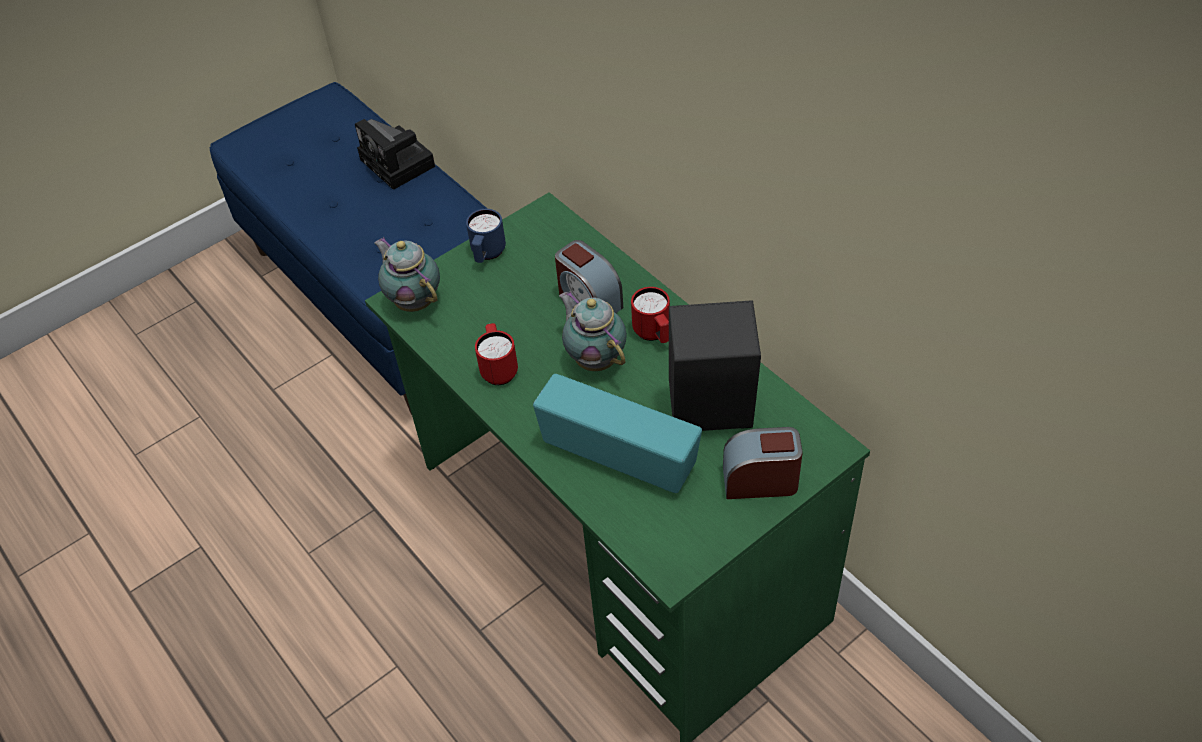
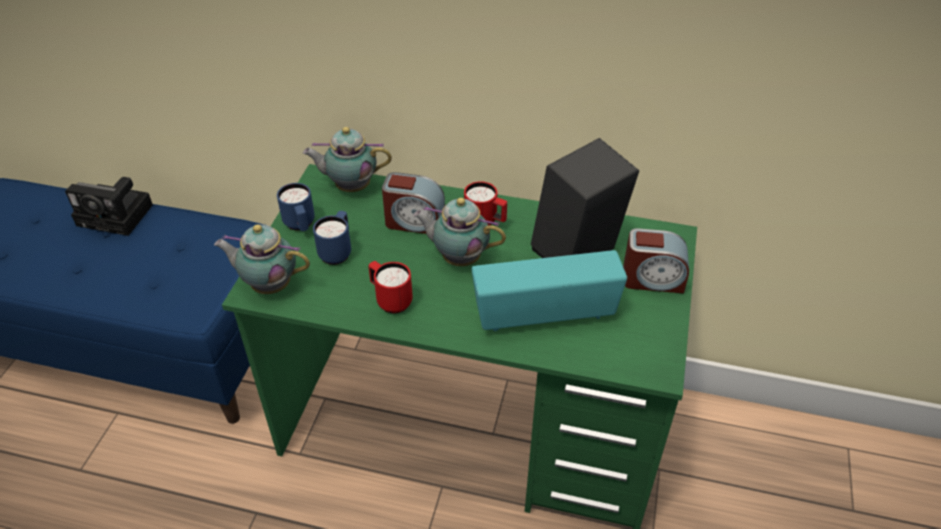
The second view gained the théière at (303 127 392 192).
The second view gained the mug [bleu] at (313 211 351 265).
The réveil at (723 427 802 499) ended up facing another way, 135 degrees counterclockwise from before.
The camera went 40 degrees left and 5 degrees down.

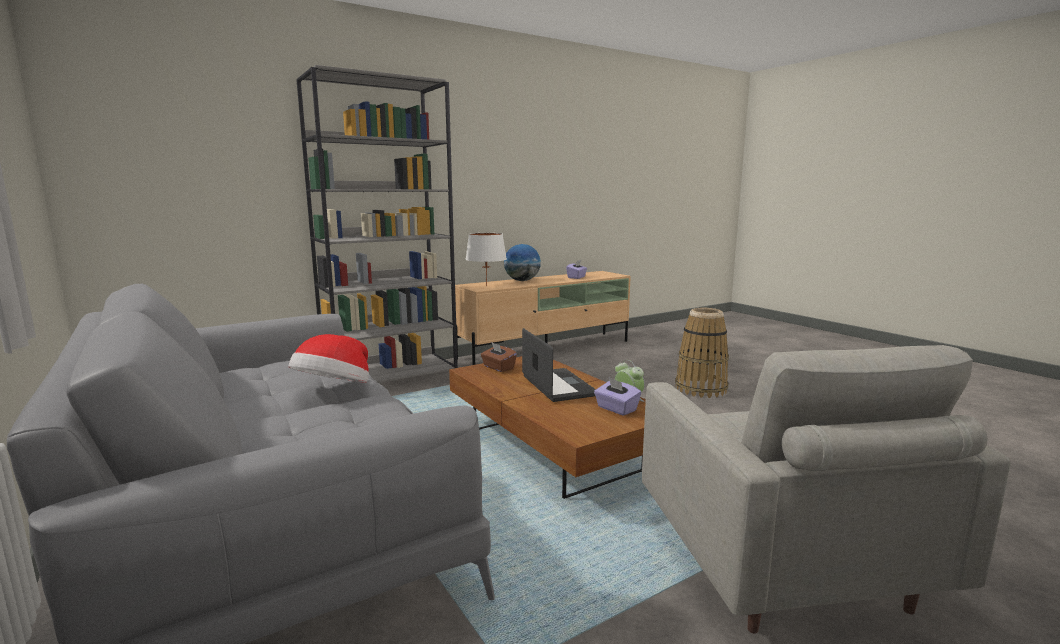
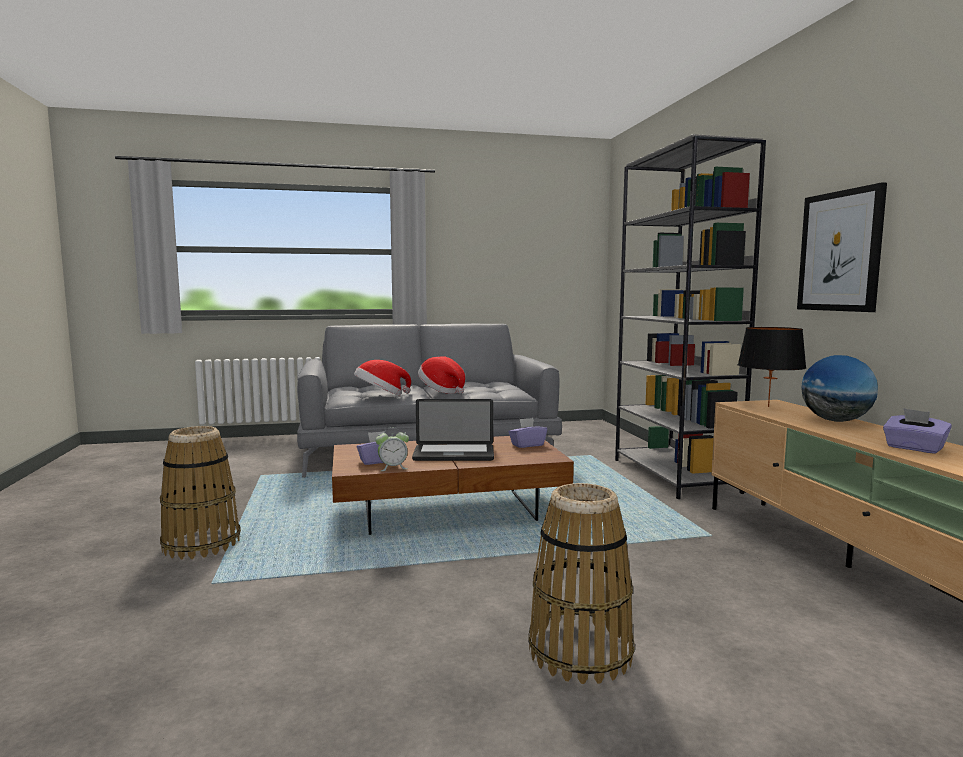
The second view gained the chapeau at (354 360 411 396).
The second view gained the tableau at (797 182 887 312).
Where the fauteuil [gris] stood at (642 345 1010 634), the panier came to stand at (160 426 241 559).
What was the lampe de table [blanc] at (465 233 507 286) turned into the lampe de table [noir] at (738 327 806 407).
What was the boîte à mouchoirs [marron] at (481 343 517 372) turned into the boîte à mouchoirs [violet] at (509 418 547 448).
The camera went 110 degrees right and 5 degrees down.

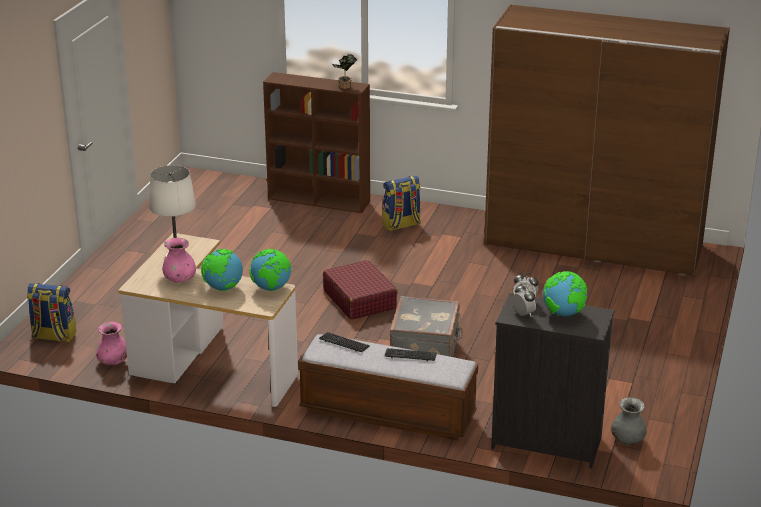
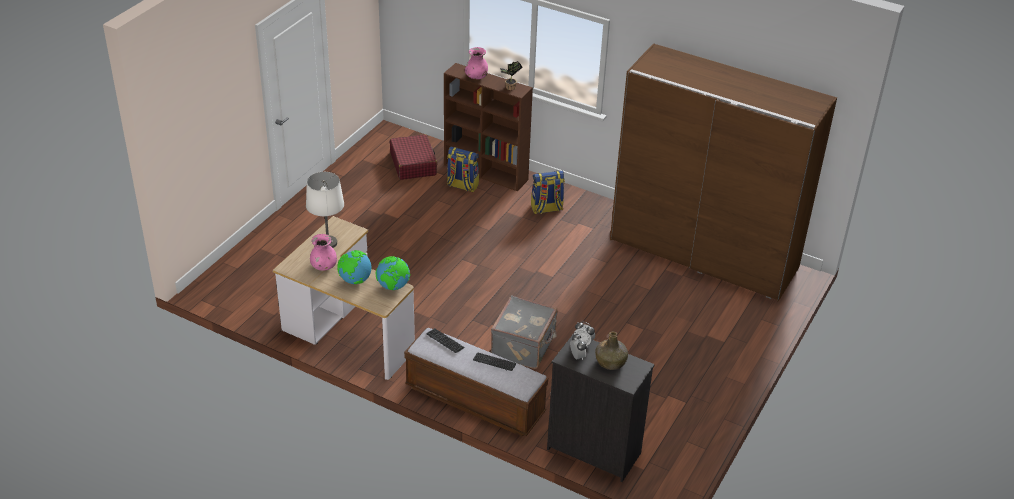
The second view lost the vase [gris] at (611 397 647 444).
The sac à dos ended up elsewhere, having gone from (27 283 76 342) to (447 147 479 192).
The vase [rose] ended up elsewhere, having gone from (96 322 127 365) to (465 47 488 79).
The valise [rouge] ended up elsewhere, having gone from (323 260 397 320) to (390 134 437 180).
Where the globe stood at (543 271 587 317), the bouteille [vert] came to stand at (595 331 628 370).
The camera went 10 degrees right and 10 degrees up.

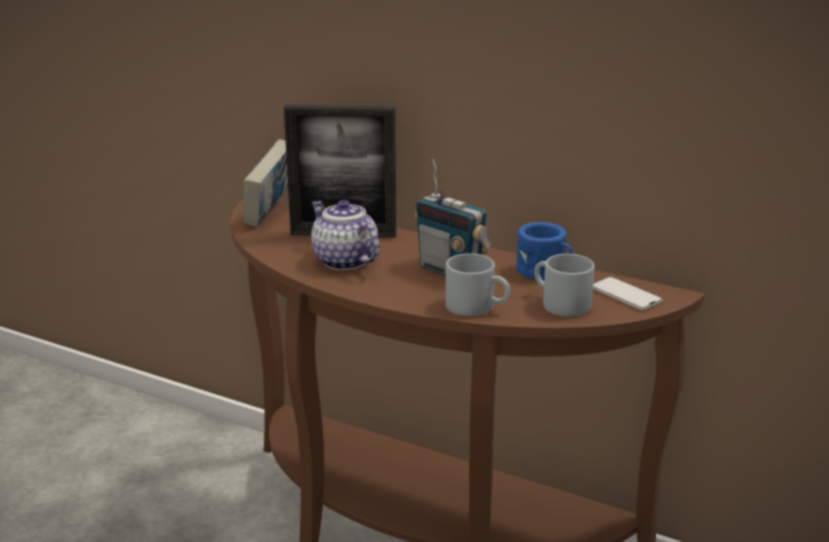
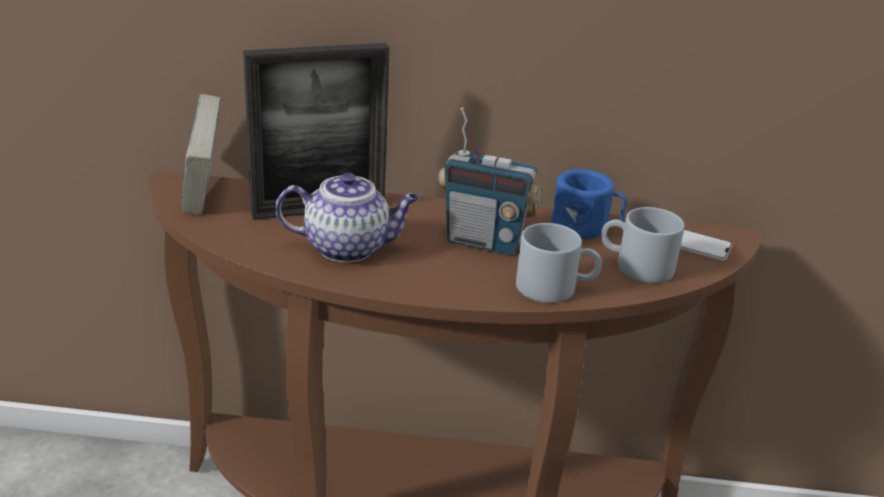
The théière at (311 200 380 270) ended up facing another way, 150 degrees clockwise from before.
The camera went 25 degrees left and 5 degrees up.

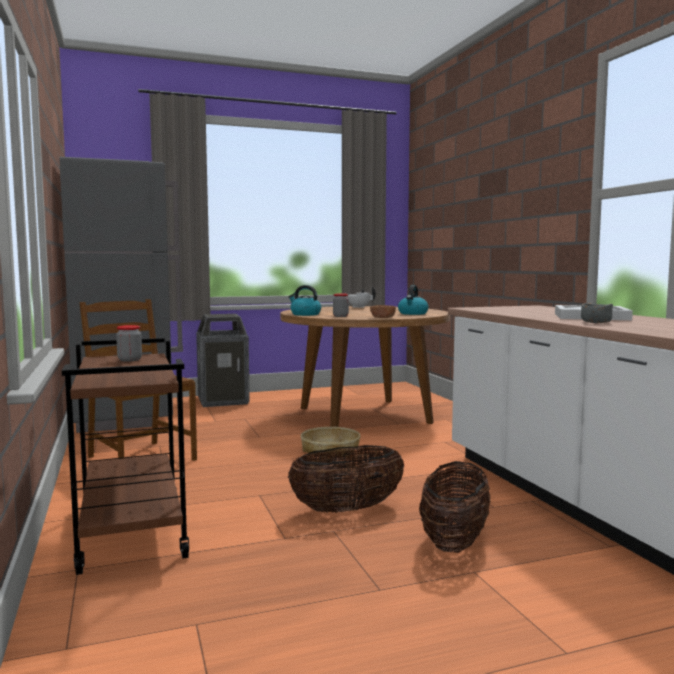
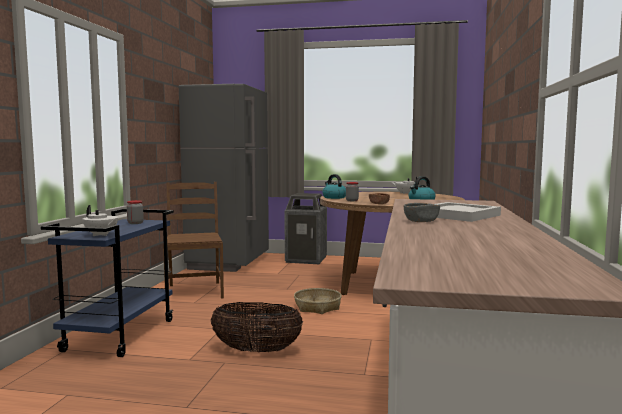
The second view lost the panier at (419 461 491 553).
The second view gained the théière [blanc] at (82 205 118 236).
What was the chariot [marron] at (62 338 189 575) turned into the chariot [bleu] at (41 209 174 357).
The camera went 30 degrees right and 0 degrees up.

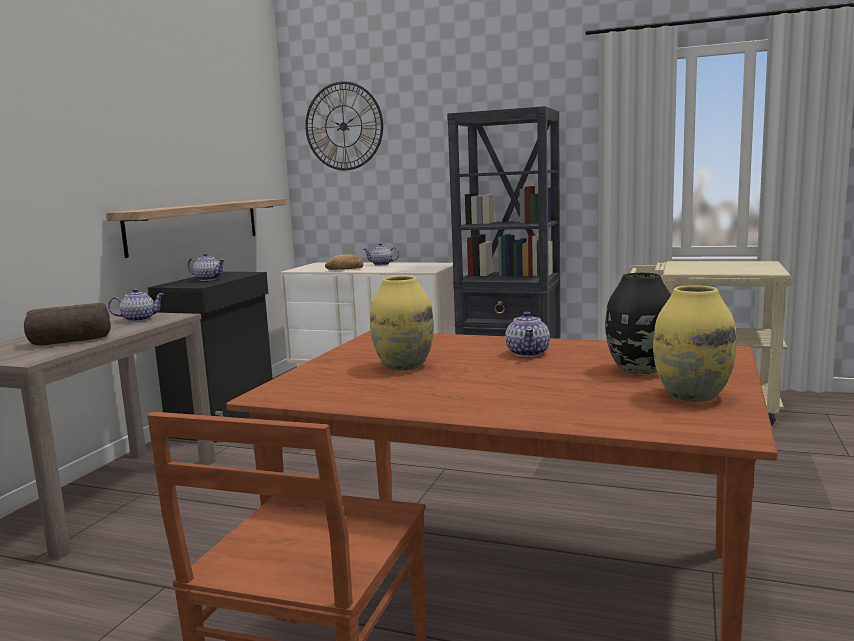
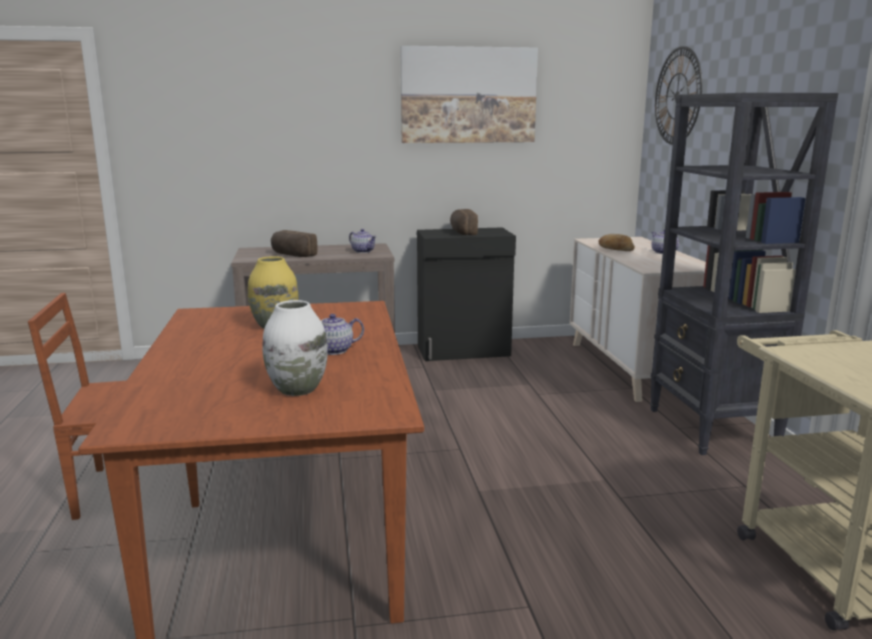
The second view lost the étagère at (106 199 286 258).
The second view lost the vase [jaune] at (653 285 736 402).
The second view gained the tableau at (400 46 538 143).
Where the théière stood at (187 253 226 281), the pain came to stand at (450 209 478 235).
What was the vase [noir] at (605 273 671 374) turned into the vase [blanc] at (262 300 328 396).
The camera went 60 degrees right and 5 degrees up.

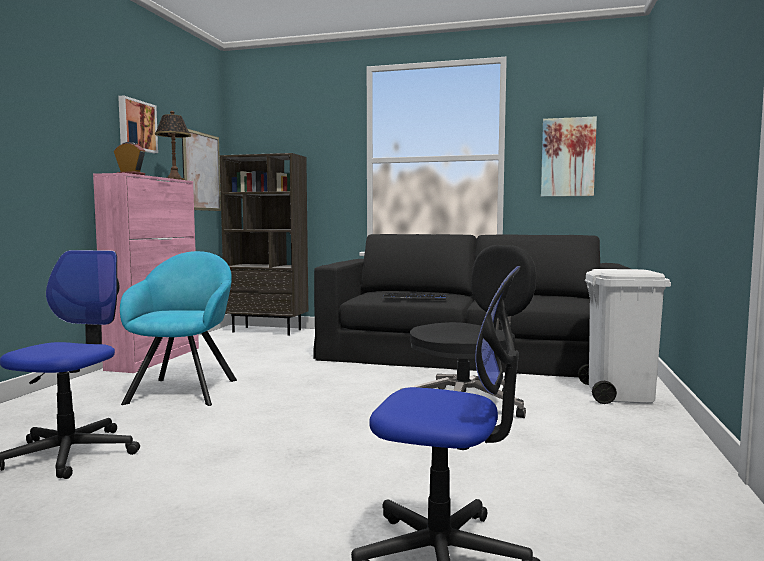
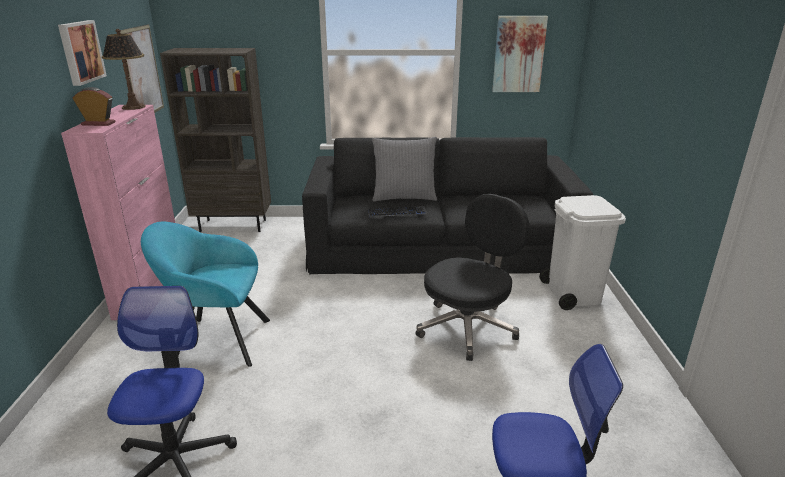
The second view gained the coussin [gris] at (372 137 437 201).
The fauteuil [turquoise] at (120 251 237 406) ended up facing another way, 75 degrees counterclockwise from before.
The camera went 15 degrees left and 20 degrees up.

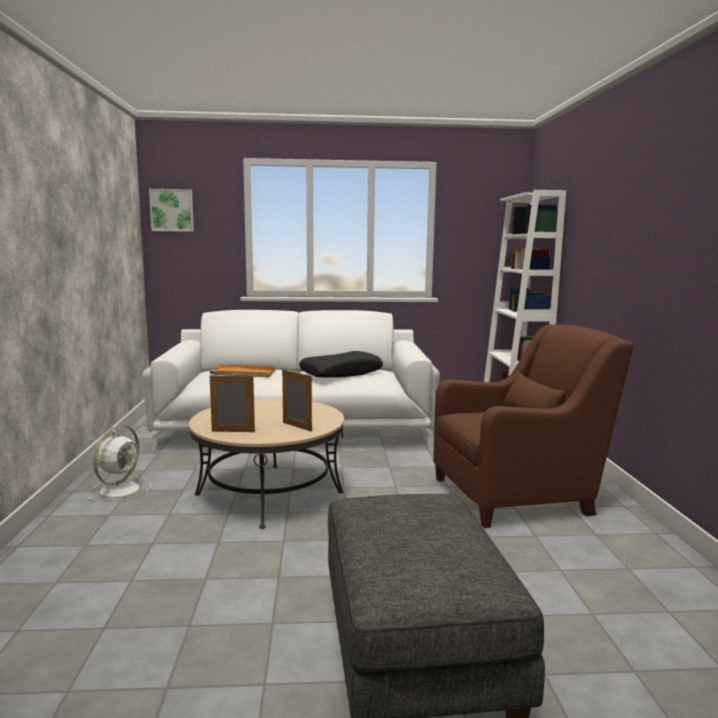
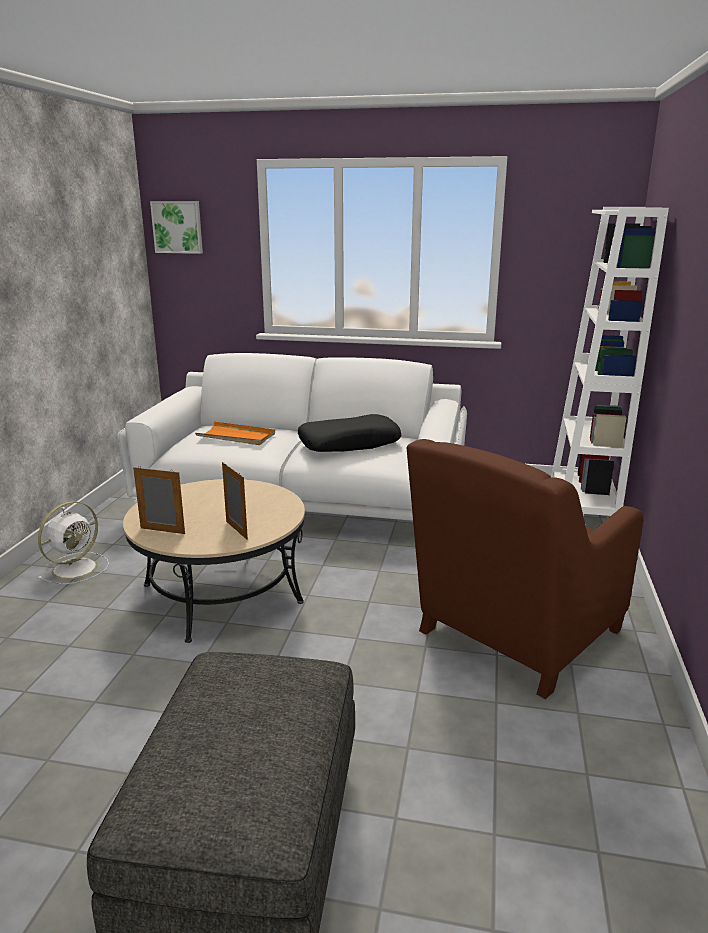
The fauteuil [marron] at (433 324 634 528) ended up facing another way, 135 degrees clockwise from before.
The camera went 15 degrees right and 10 degrees up.

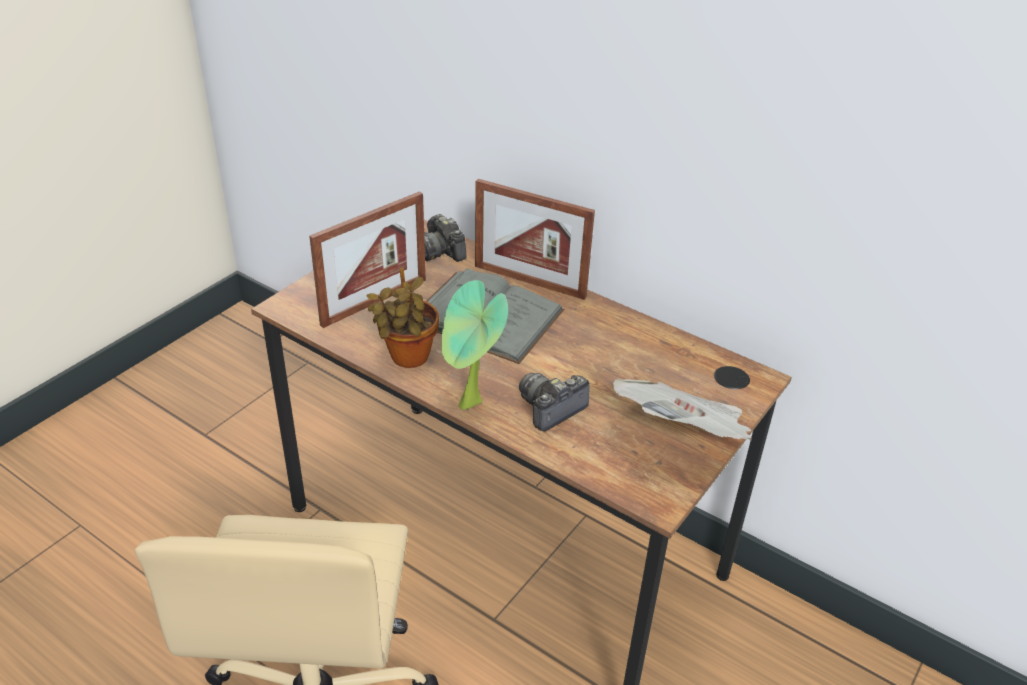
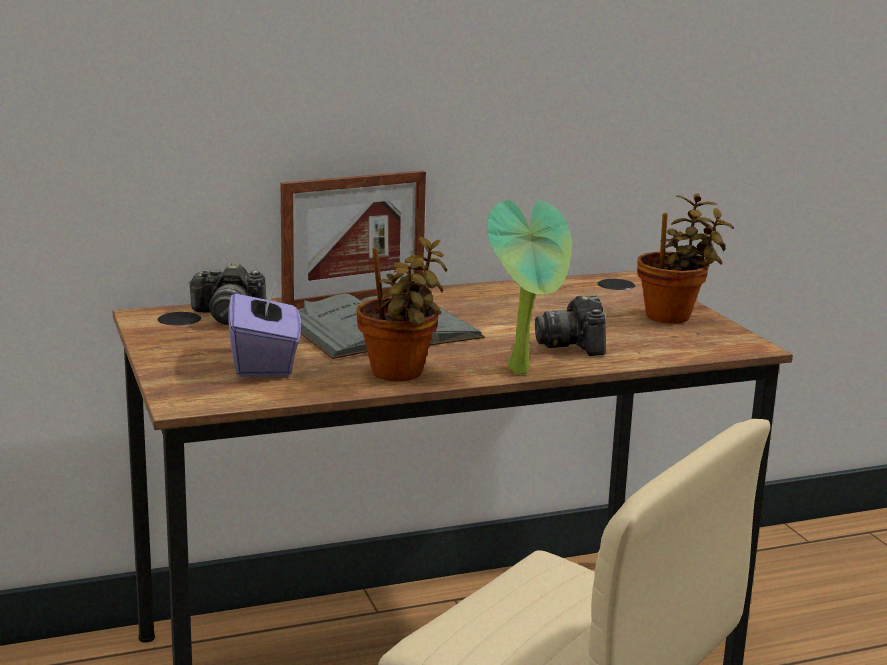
Where the cadre photo stood at (309 191 426 328), the boîte à mouchoirs [violet] came to stand at (229 278 301 377).
Where the journal stood at (613 379 753 441), the plante en pot came to stand at (637 193 734 324).
The camera went 55 degrees left and 20 degrees down.

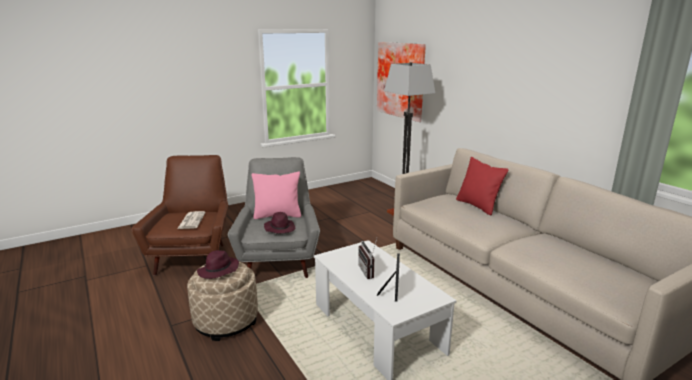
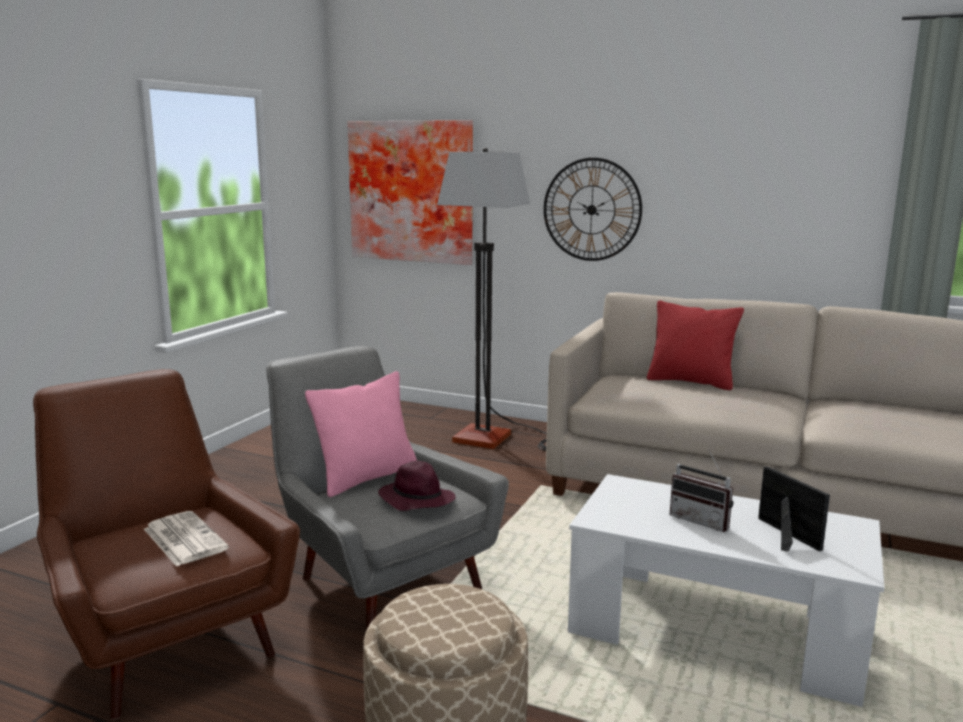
The second view lost the chapeau [violet] at (197 250 239 279).
The second view gained the horloge murale at (544 158 642 261).
The camera went 35 degrees left and 5 degrees down.

